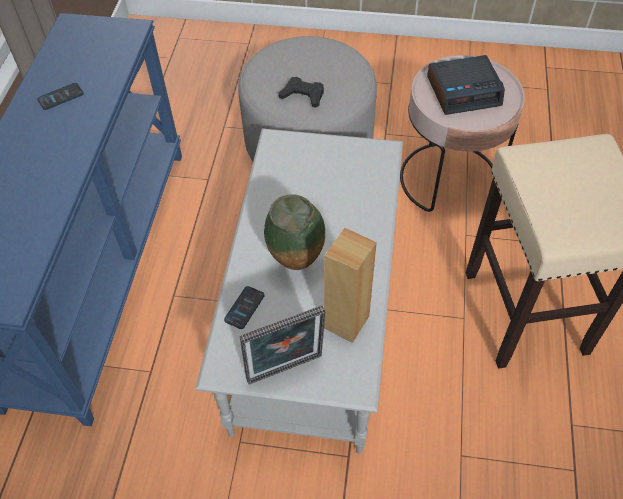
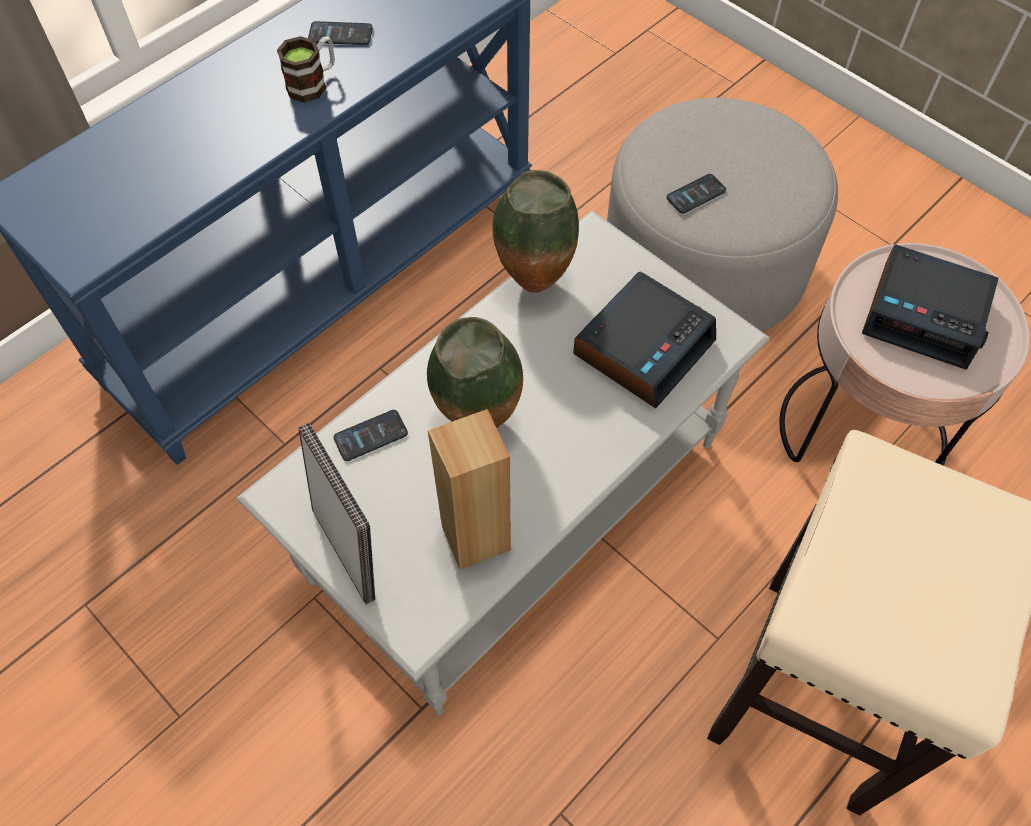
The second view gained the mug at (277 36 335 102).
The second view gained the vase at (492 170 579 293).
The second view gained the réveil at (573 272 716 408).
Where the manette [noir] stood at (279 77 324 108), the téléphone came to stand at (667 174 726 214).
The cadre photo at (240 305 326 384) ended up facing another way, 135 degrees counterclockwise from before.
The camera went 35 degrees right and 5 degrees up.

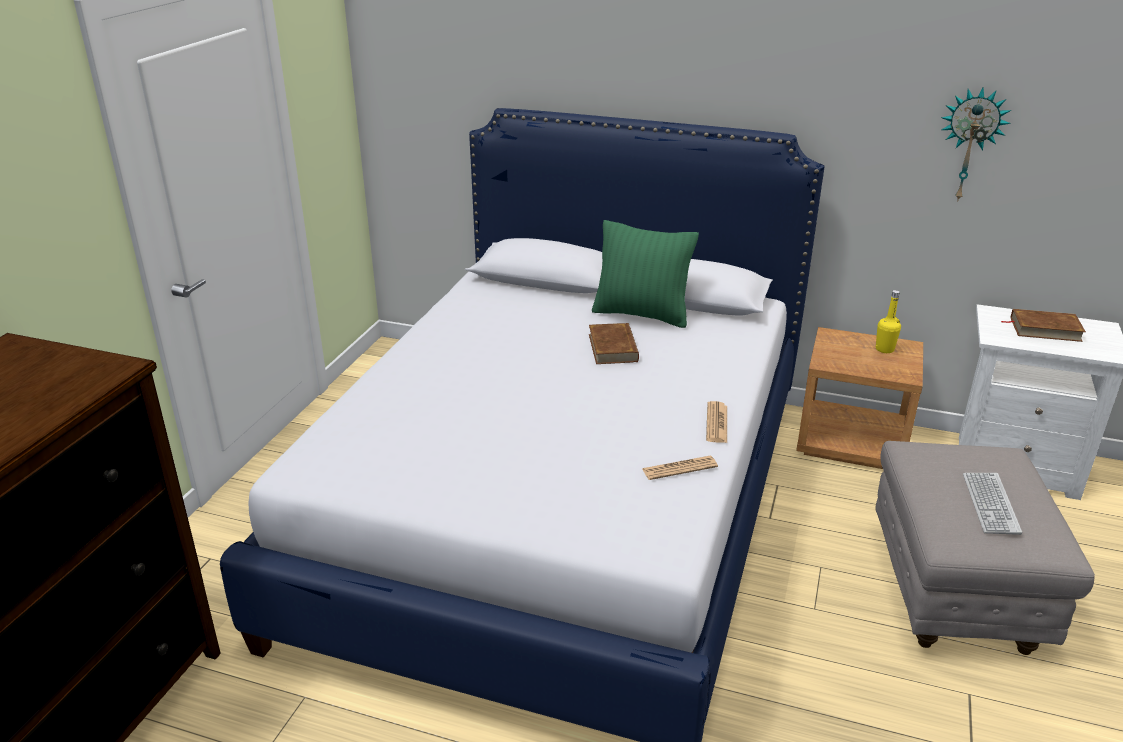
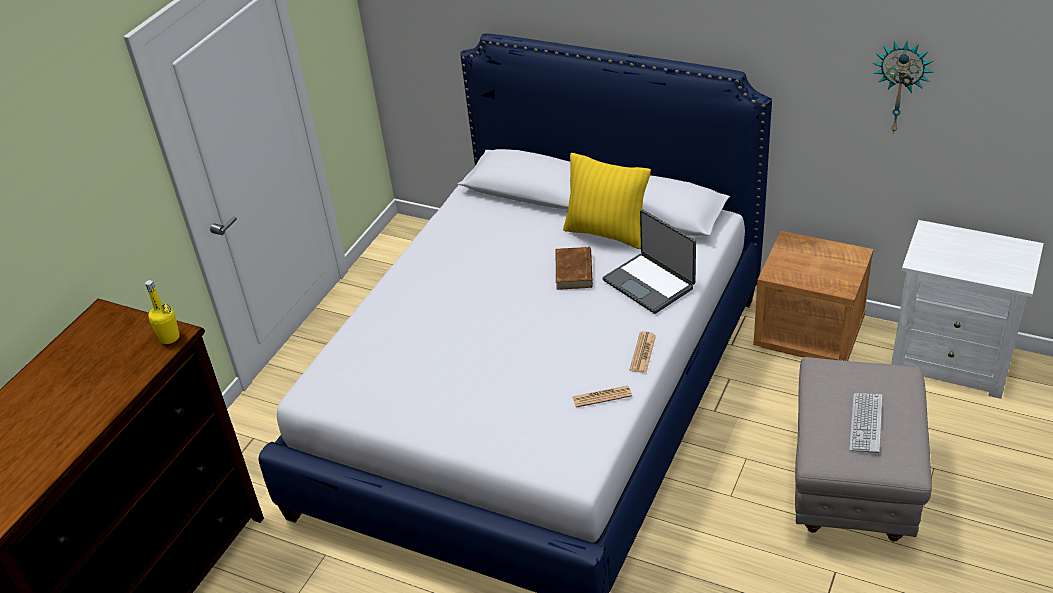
The second view lost the livre [marron] at (1002 309 1086 342).
The second view gained the ordinateur portable at (602 209 696 314).
The bouteille [jaune] ended up elsewhere, having gone from (876 290 901 353) to (145 280 180 344).
What was the coussin [vert] at (592 220 699 328) turned into the coussin [jaune] at (563 153 651 249).
The camera went 10 degrees right and 10 degrees up.

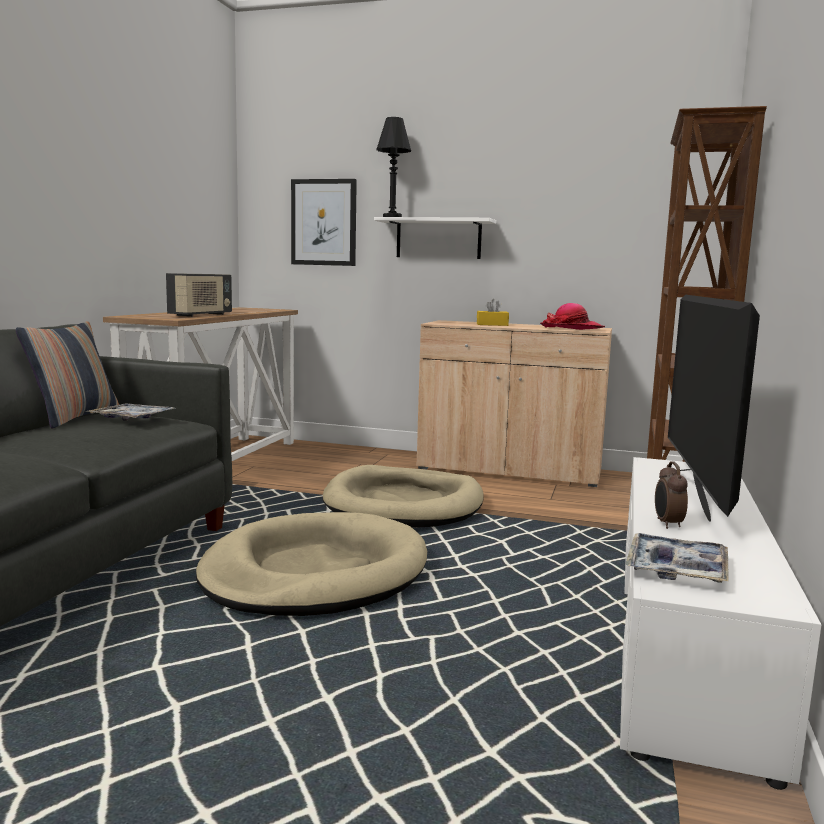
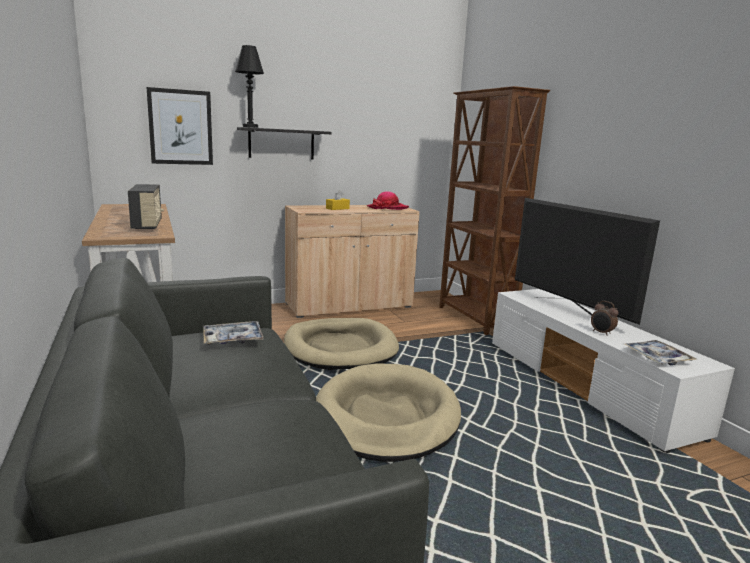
The second view lost the coussin at (16 321 119 428).
What was the étagère [blanc] at (374 217 496 259) turned into the étagère [noir] at (237 127 331 159).
The camera went 40 degrees left and 5 degrees up.

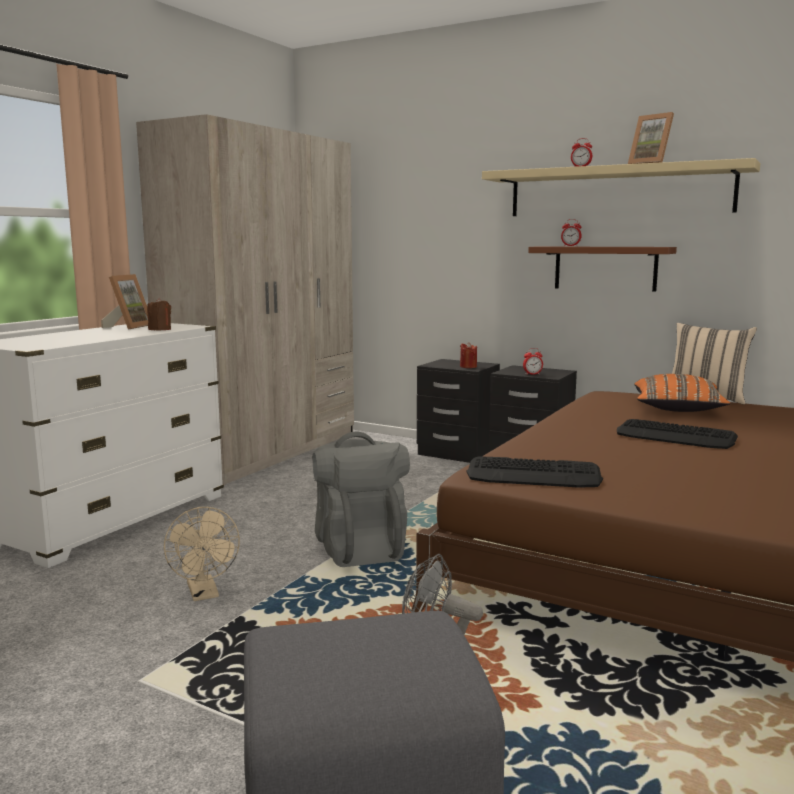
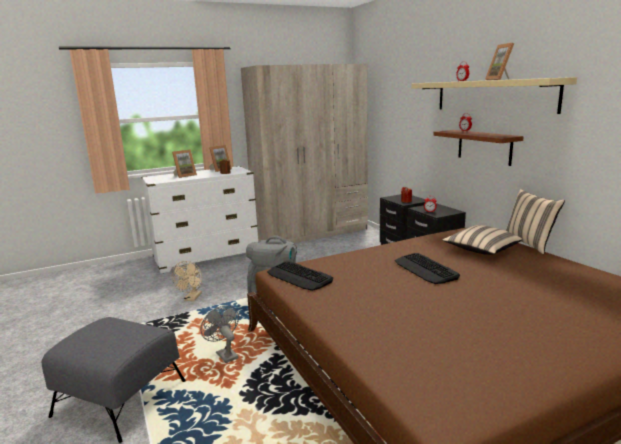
The second view gained the cadre photo at (172 149 197 178).
What was the coussin [orange] at (634 374 730 412) turned into the coussin [beige] at (443 225 522 255).
The camera went 35 degrees right and 5 degrees up.

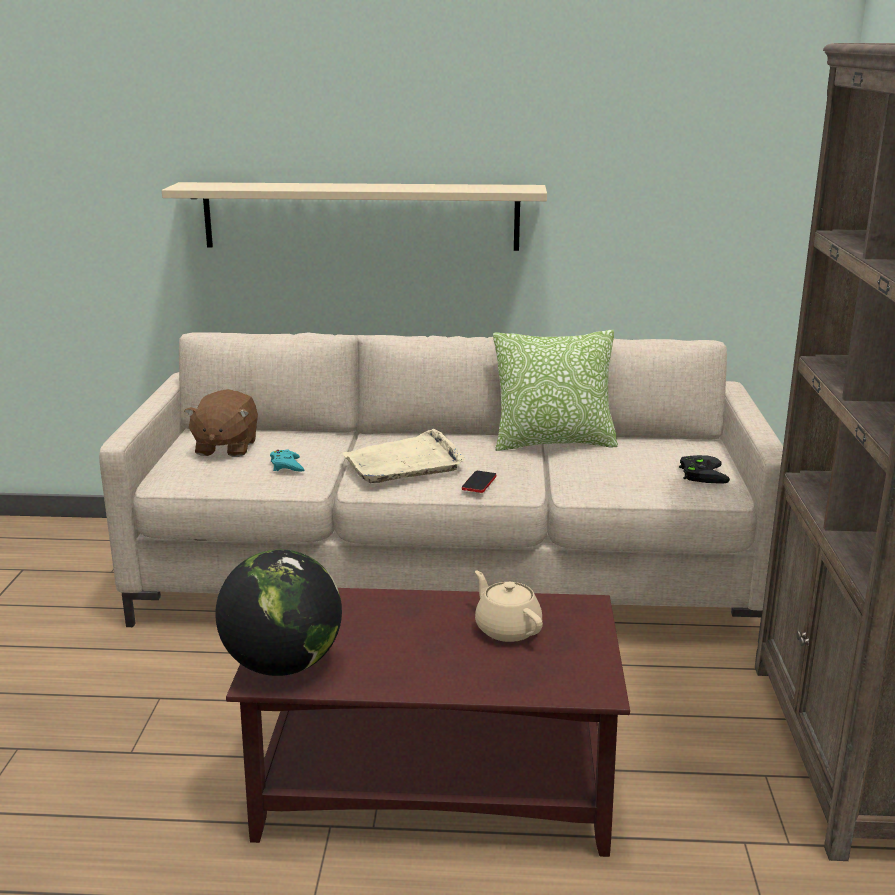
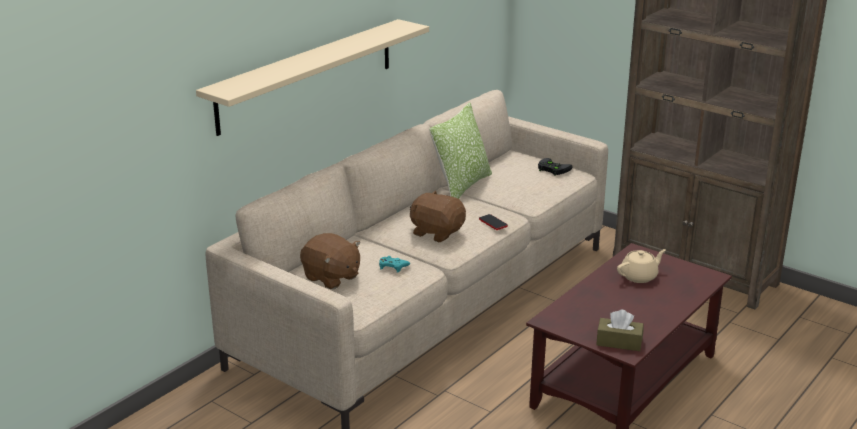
Where the globe stood at (215 549 342 676), the boîte à mouchoirs [marron] came to stand at (596 310 644 351).
Where the plateau [beige] stood at (342 429 465 483), the peluche [marron] came to stand at (410 190 466 242).
The théière [beige] at (475 571 543 642) ended up facing another way, 150 degrees clockwise from before.
The camera went 55 degrees left and 5 degrees up.

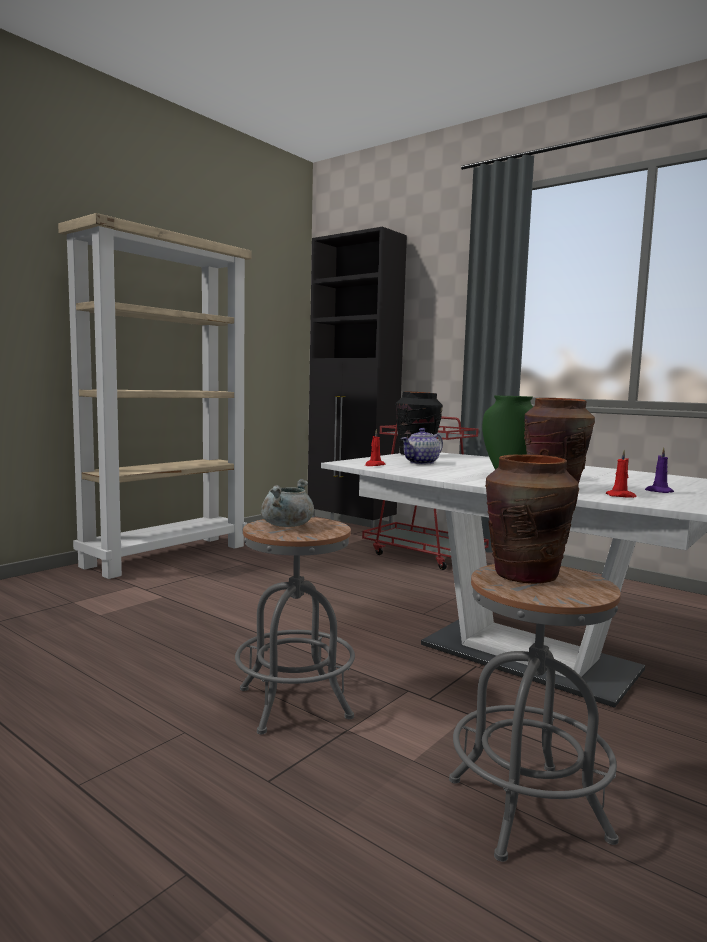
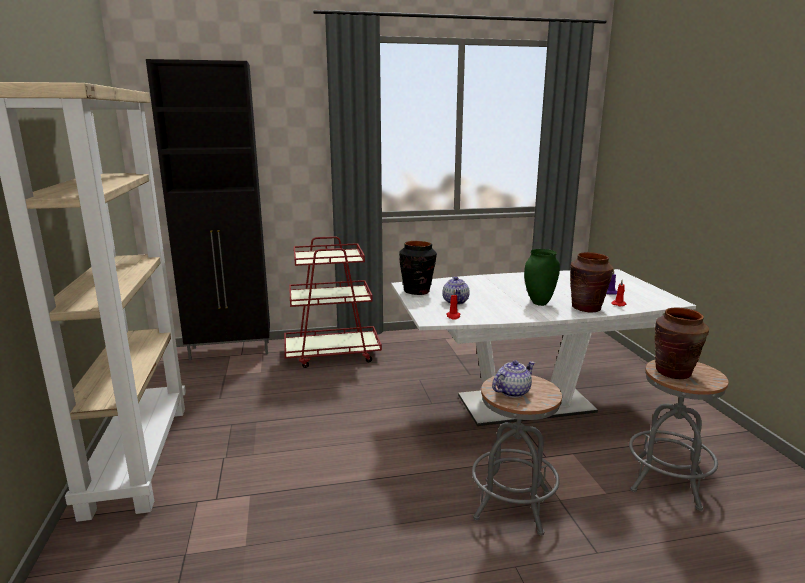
Where the marmite [gris] stood at (261 479 314 527), the théière came to stand at (492 360 535 398).
The camera went 50 degrees left and 10 degrees up.

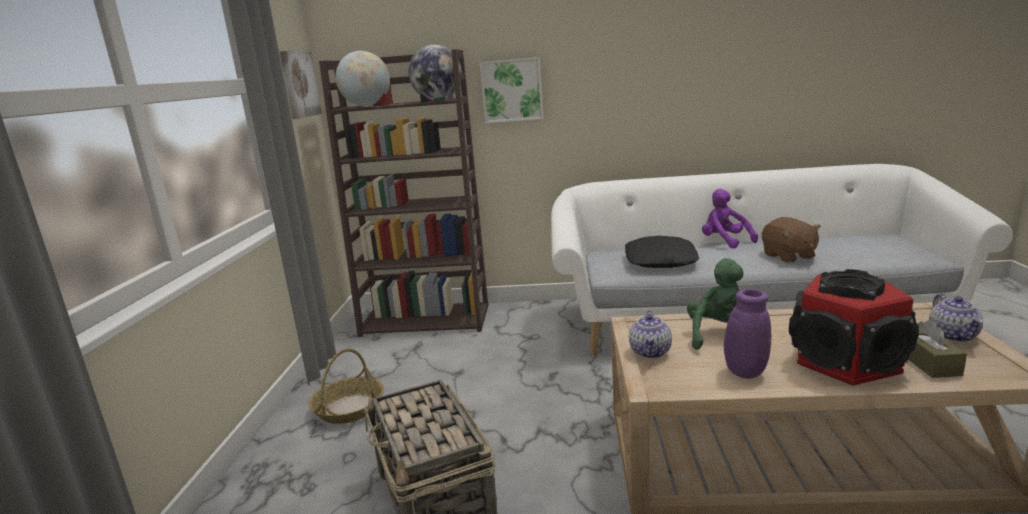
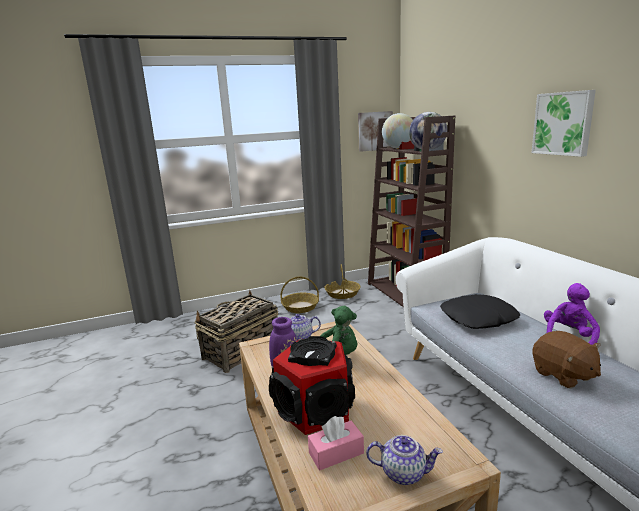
The second view gained the panier at (324 264 360 299).
The tableau ended up elsewhere, having gone from (480 57 544 123) to (532 90 596 157).
What was the boîte à mouchoirs [marron] at (908 319 967 378) turned into the boîte à mouchoirs [rose] at (308 416 364 471).
The peluche [marron] at (762 217 821 263) ended up facing another way, 75 degrees counterclockwise from before.
The théière at (929 294 983 342) ended up facing another way, 150 degrees counterclockwise from before.
The camera went 65 degrees right and 0 degrees up.

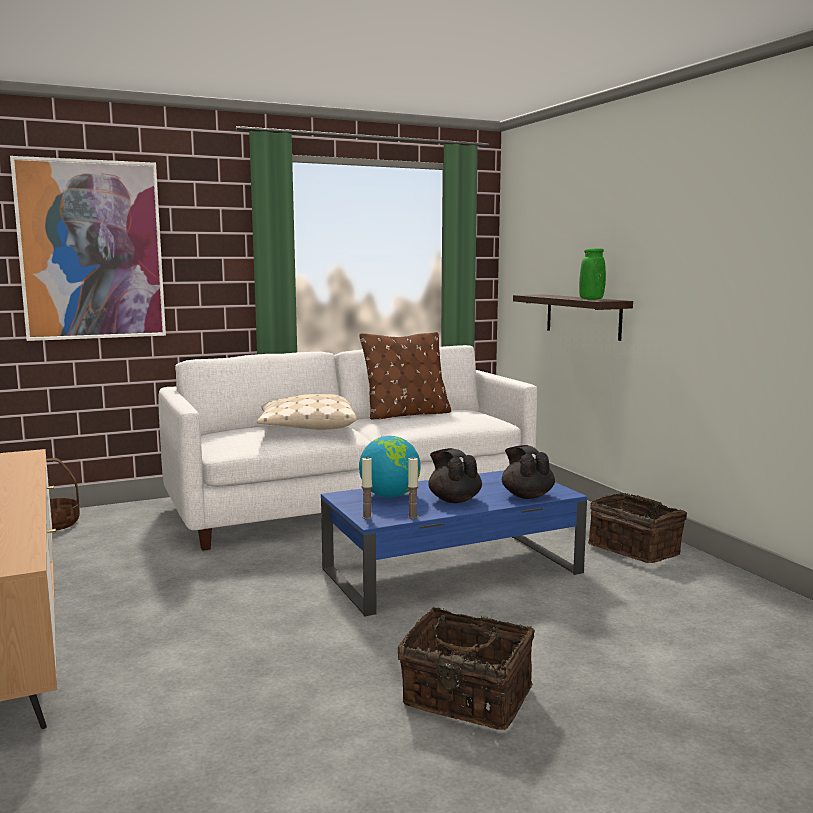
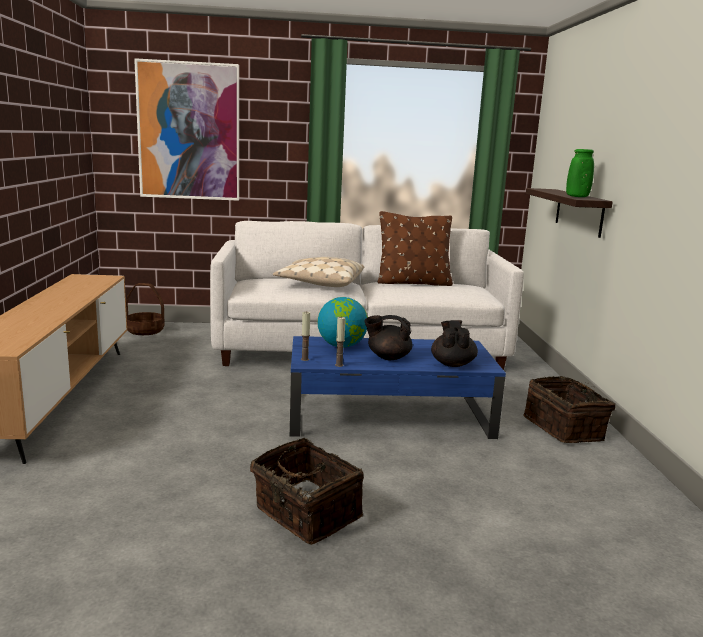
The théière [noir] at (428 448 482 503) ended up facing another way, 75 degrees counterclockwise from before.
The camera went 20 degrees right and 5 degrees up.

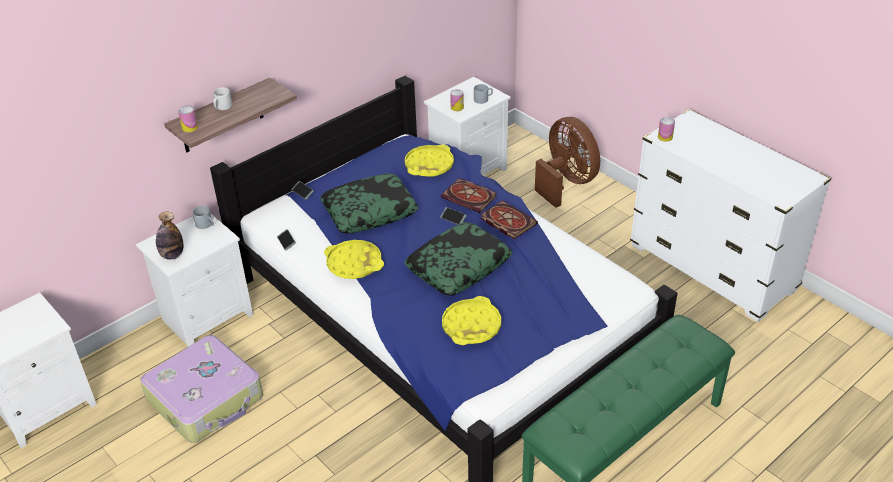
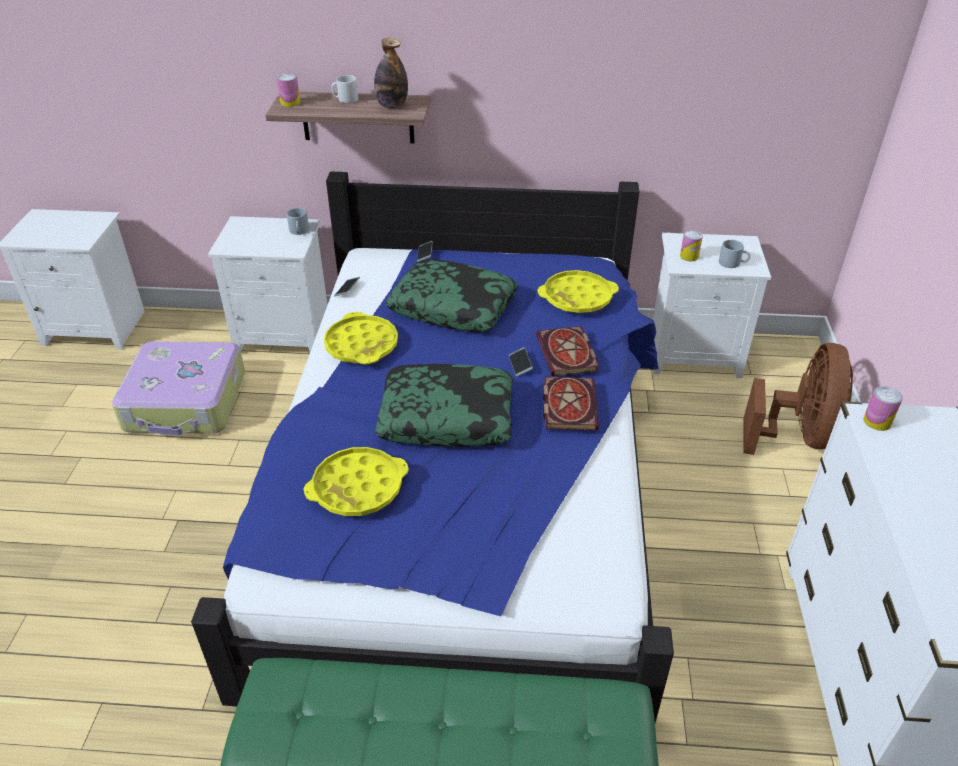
The bouteille ended up elsewhere, having gone from (156 212 183 260) to (374 38 408 109).
The camera went 45 degrees right and 0 degrees up.

